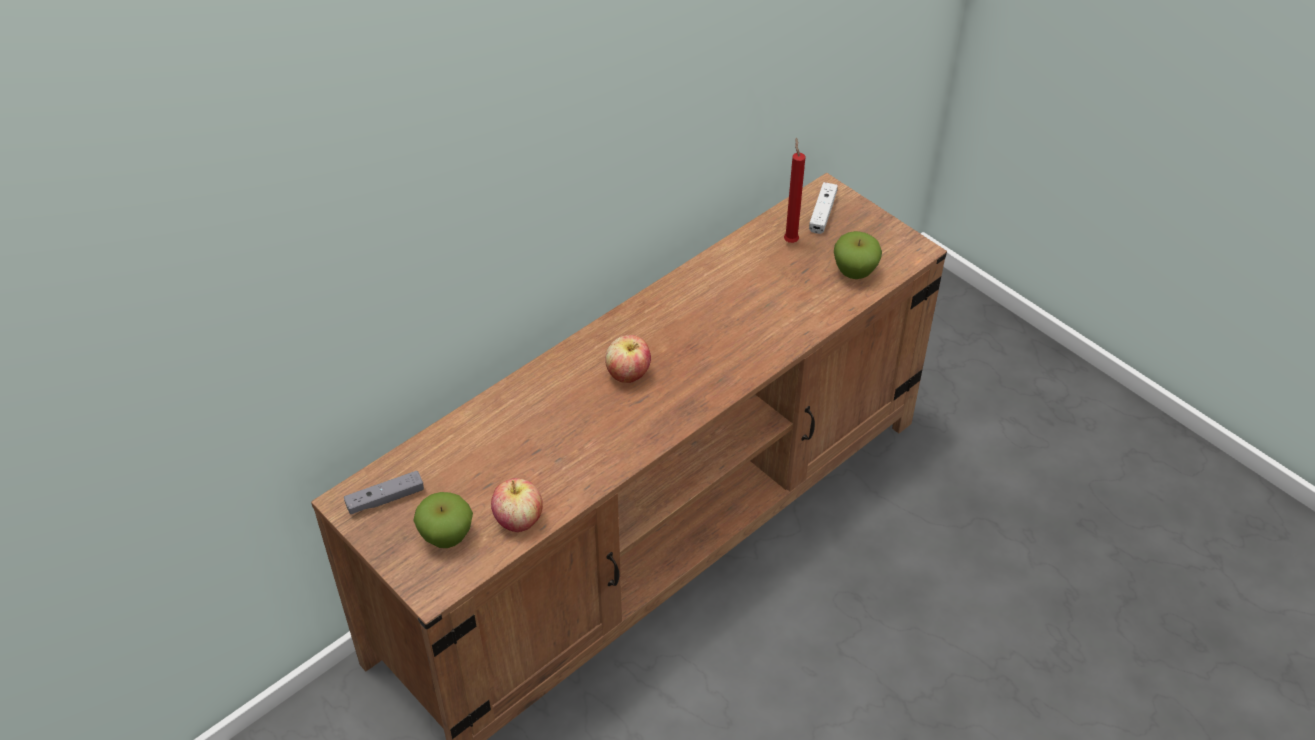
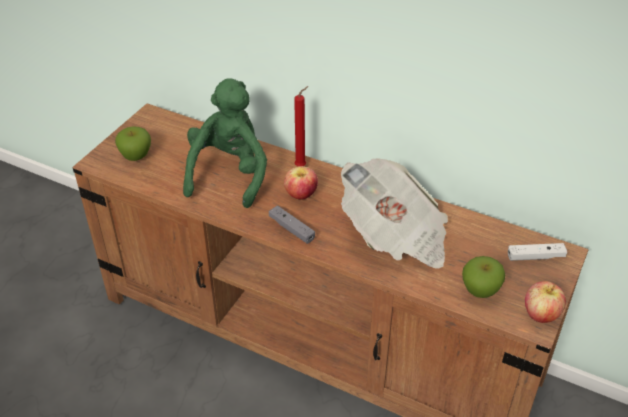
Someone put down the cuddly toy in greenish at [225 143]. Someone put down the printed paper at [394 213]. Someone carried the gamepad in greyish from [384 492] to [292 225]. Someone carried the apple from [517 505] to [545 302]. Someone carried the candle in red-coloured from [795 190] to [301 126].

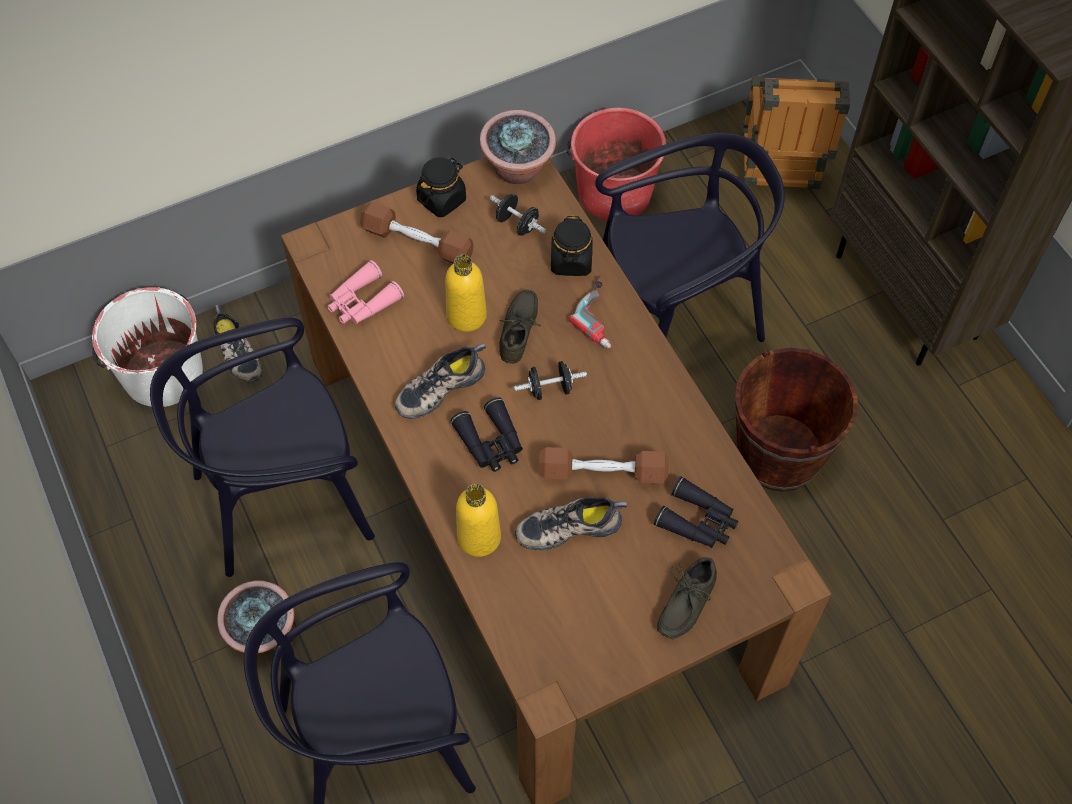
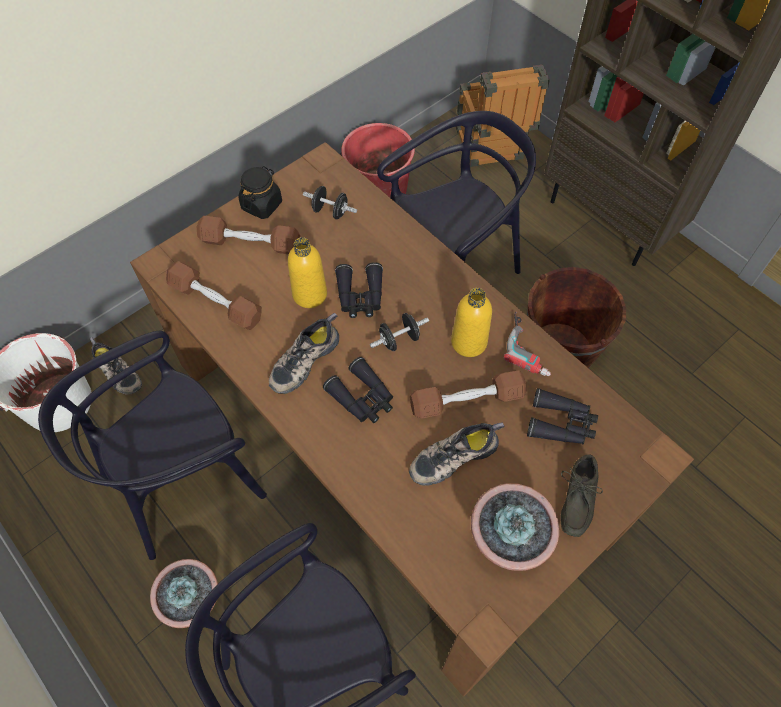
Someone took away the jar in blackish at [572 246]. Someone carried the drink bottle in yellowish from [478 520] to [471 322]. Someone carried the houseplant from [517 147] to [515 527]. Someone carried the drill from [589 311] to [527 343]. Someone swapped the field glasses in pinkish at [365 292] for the hand weight in brown at [214 295]. Someone swapped the item of footwear in greyish at [520 327] for the field glasses in blackish at [359 290].

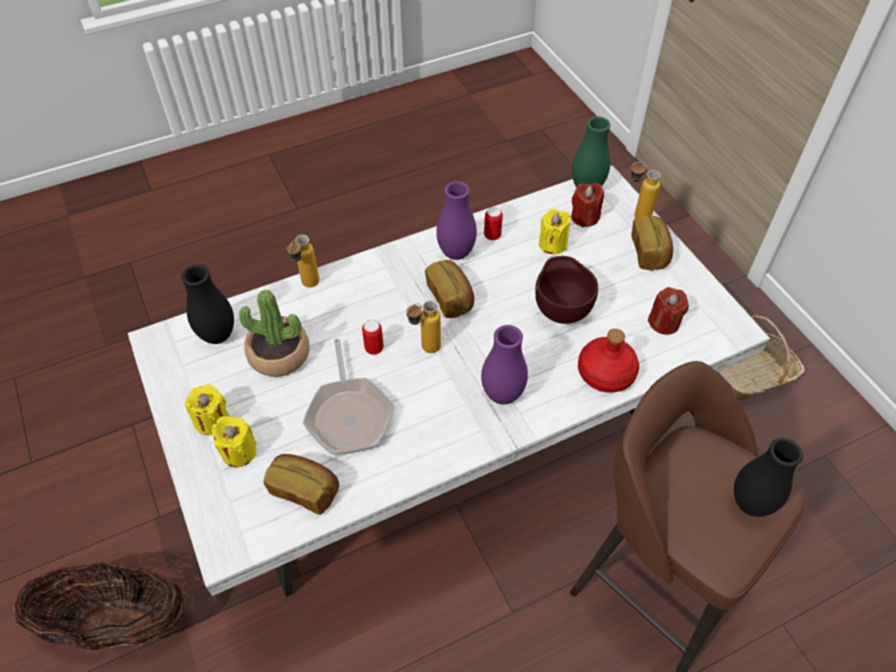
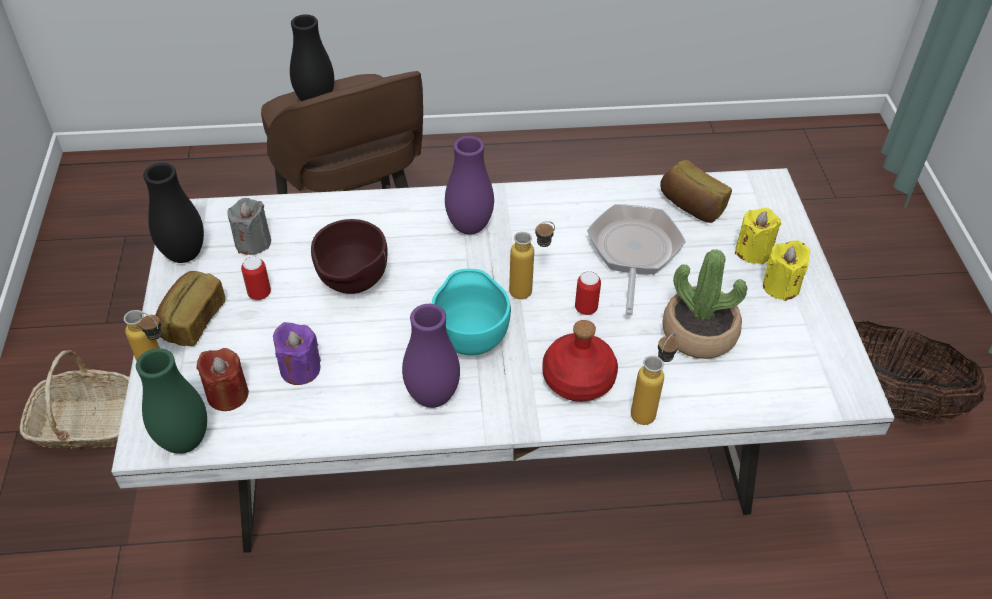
Someone carried the flower vase in blackish from [207 304] to [173 213]. Someone carried the can from [493 223] to [256 278]. Someone carried the drink bottle in red-coloured from [608 361] to [580 361]. Someone swapped the bread at [449 289] for the serving bowl in turquoise at [471 312]. Someone repainted the candle in yellowish at [555 231], which became the candle in purple-coloured at [297 353]. Someone repainted the candle in red-coloured at [668 311], which became the candle in greyish at [249 226].

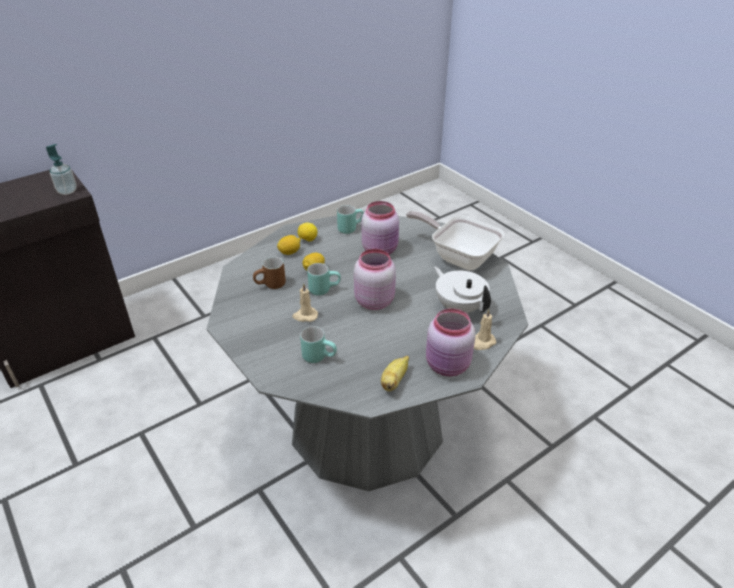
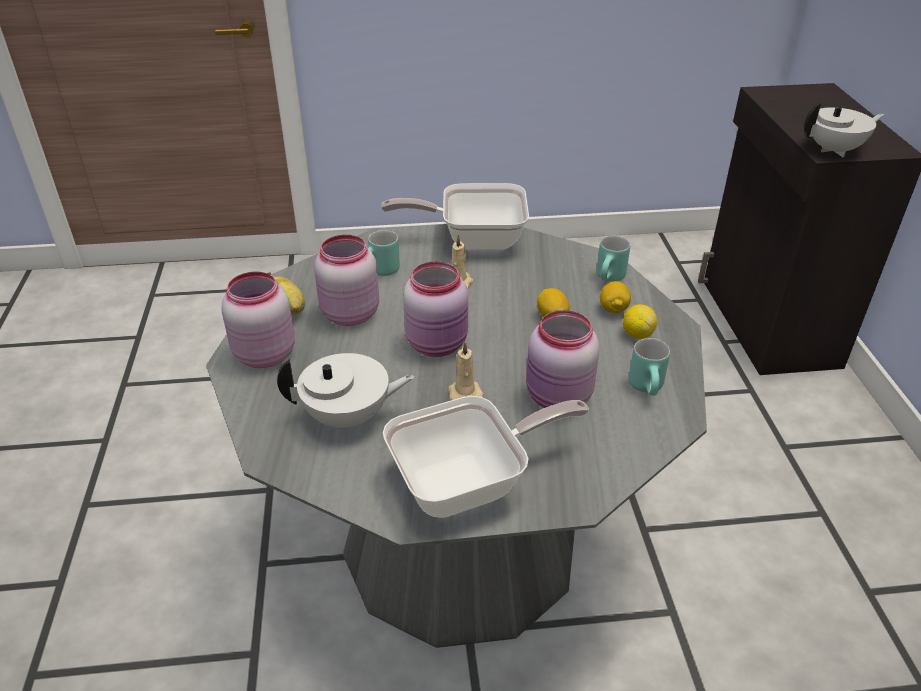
Someone took away the mug in brown at [269 273]. Someone put down the jar in pinkish at [346 280]. Someone put down the frying pan at [455 216]. Someone carried the mug in turquoise from [324 279] to [613 259]. Someone carried the candle in beige-coloured from [485 329] to [465 371]. Someone swapped the liquid soap bottle at [61 169] for the tea pot in white at [844 129].

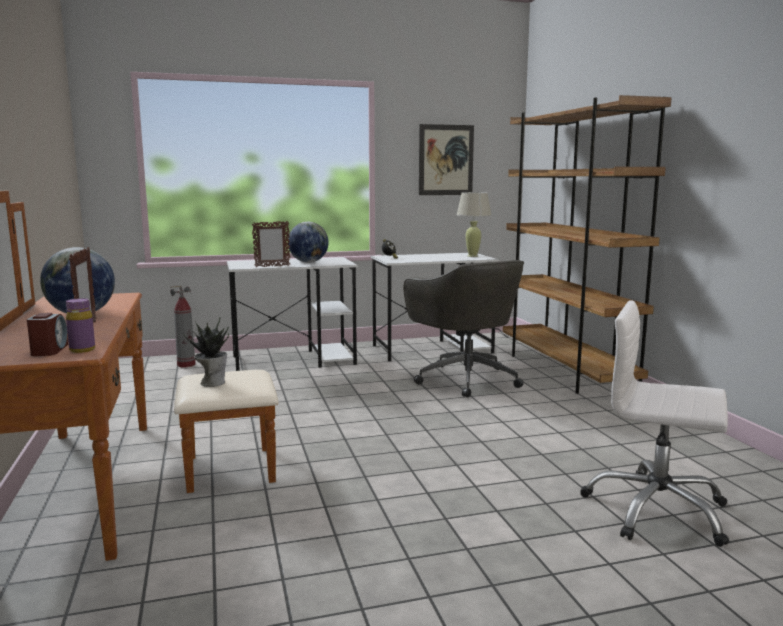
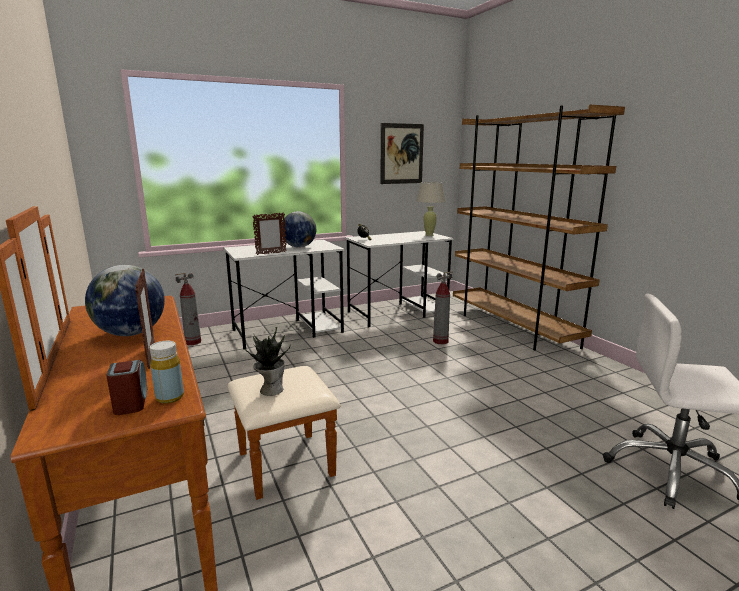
Someone swapped the computer chair in greyish at [463 329] for the extinguisher at [442 307]. Someone repainted the drink bottle in purple-coloured at [80 325], which became the drink bottle in yellowish at [167 372].

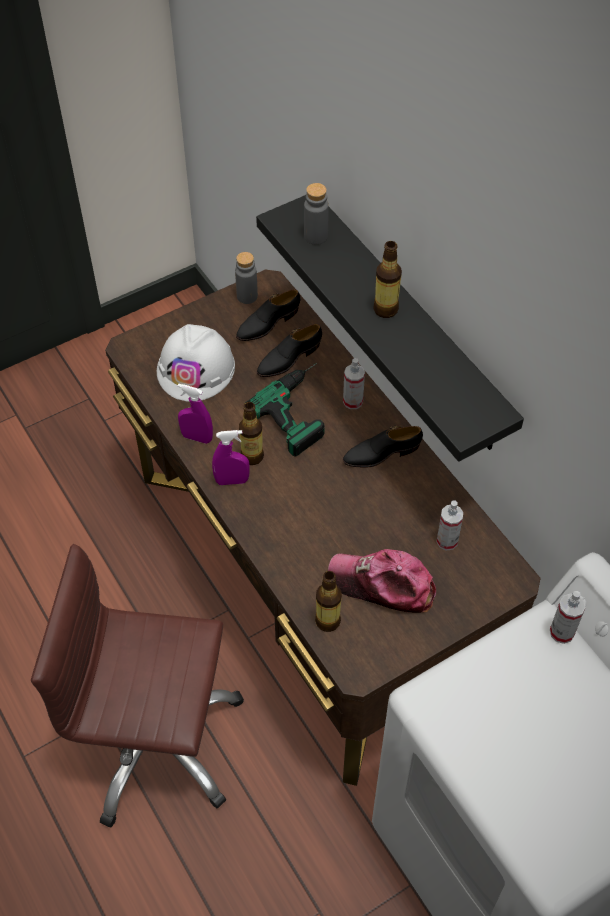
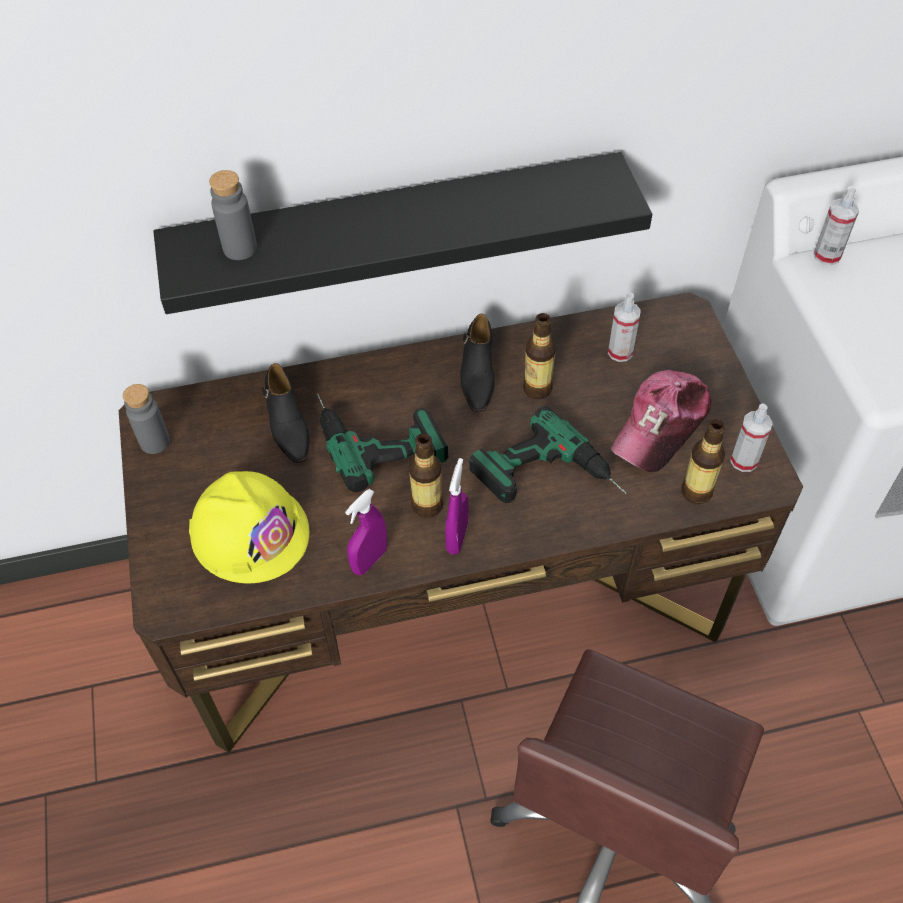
Someone took away the item of footwear in blackish at [268 315]. Someone put down the drill at [547 454]. Someone carried the hand sprayer from [354 383] to [751 438]. Someone carried the drink bottle from [387 279] to [539 356]. Someone repainted the work helmet in white at [196 363], which became the work helmet in yellowish at [249 527].

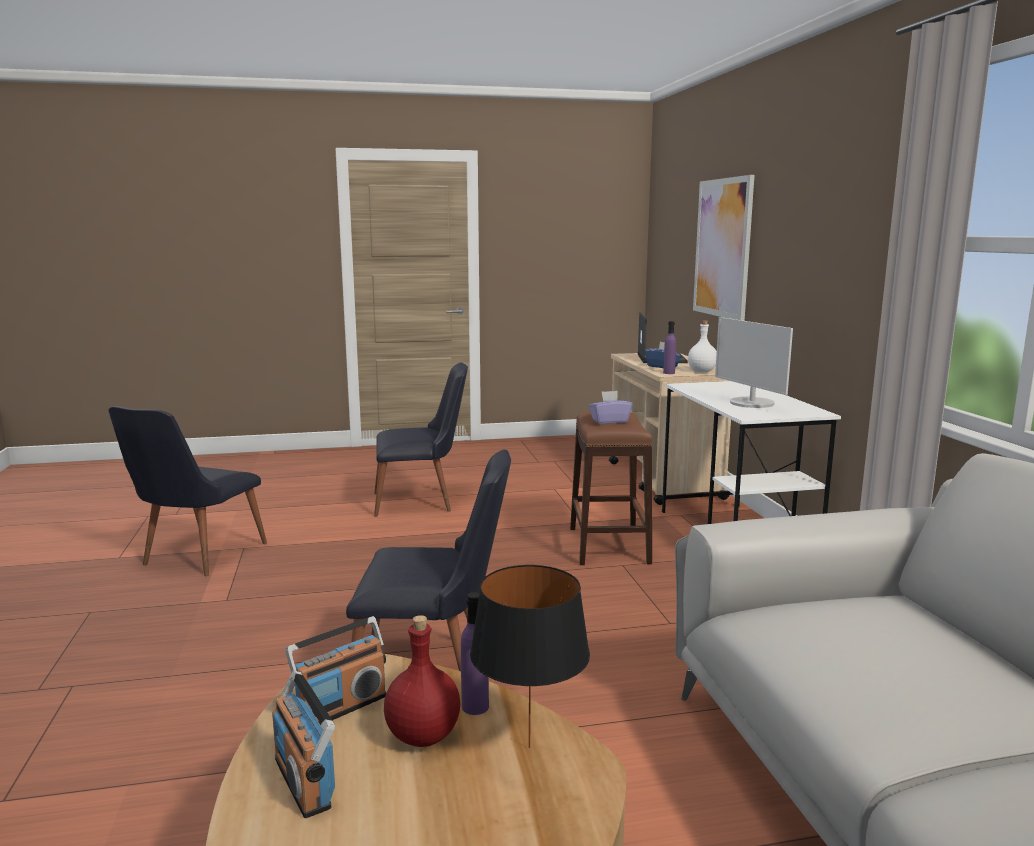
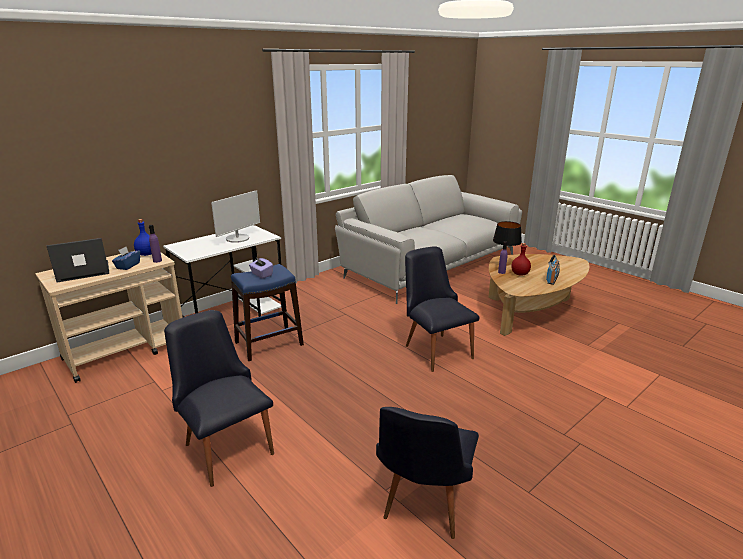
Someone took away the radio receiver at [335 670]. Someone took away the picture at [724 248]. Someone repainted the stool seat in brown at [611 488], which became the stool seat in blue-coloured at [267 312]. Someone repainted the drink bottle in white at [702 346], which became the drink bottle in blue-coloured at [143 237]. Someone rotated the chair in blackish at [187 491] by 120 degrees clockwise.

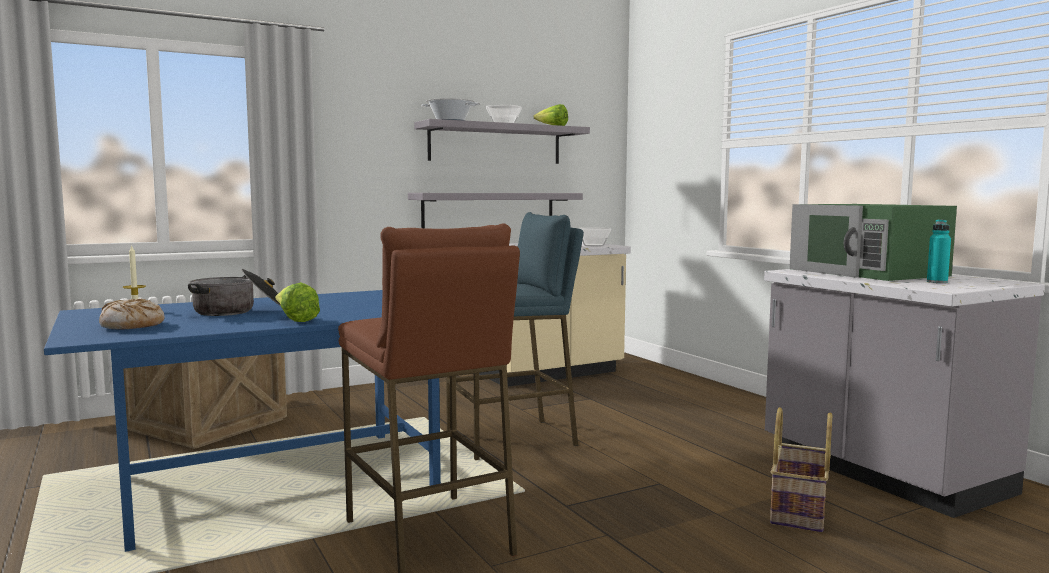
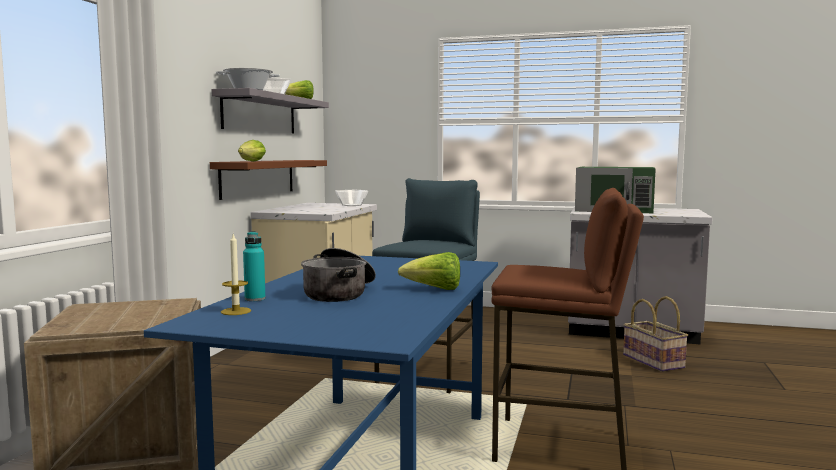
Someone took away the bread at [131 314]. Someone put down the head of lettuce at [252 150]. Someone carried the drink bottle in turquoise from [939 251] to [254 266]. Someone repainted the shelf in greyish at [495 210], which became the shelf in brown at [268 180].

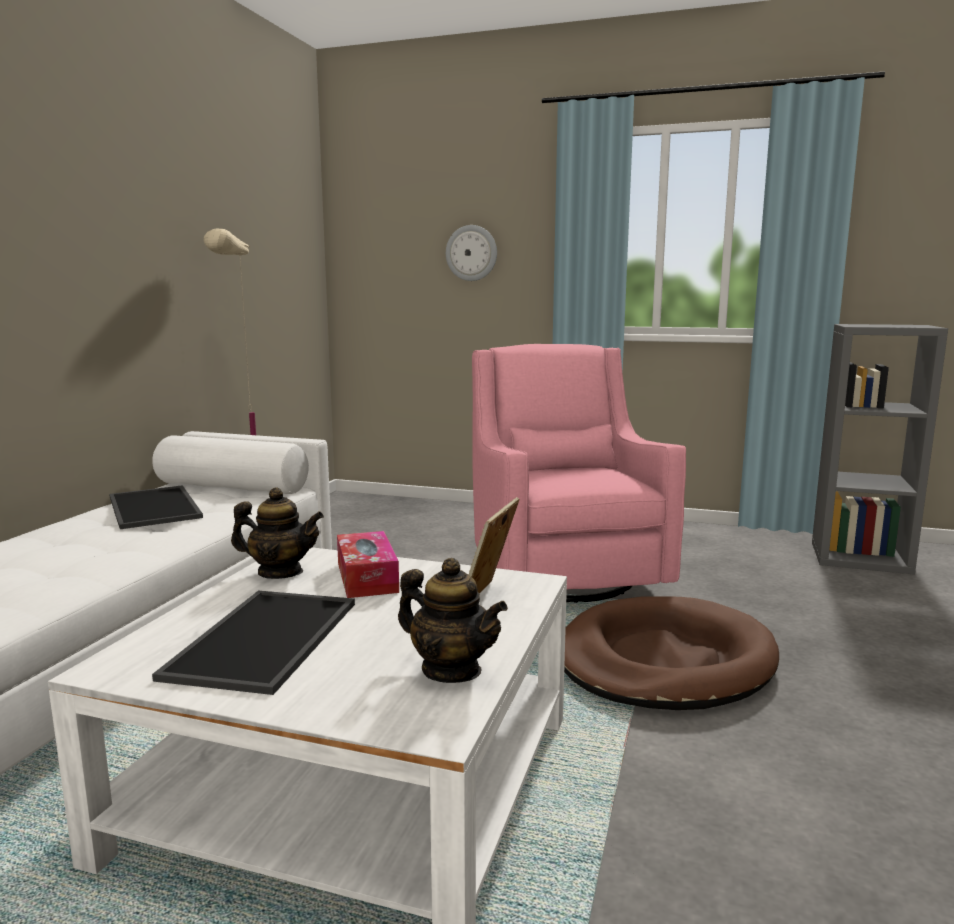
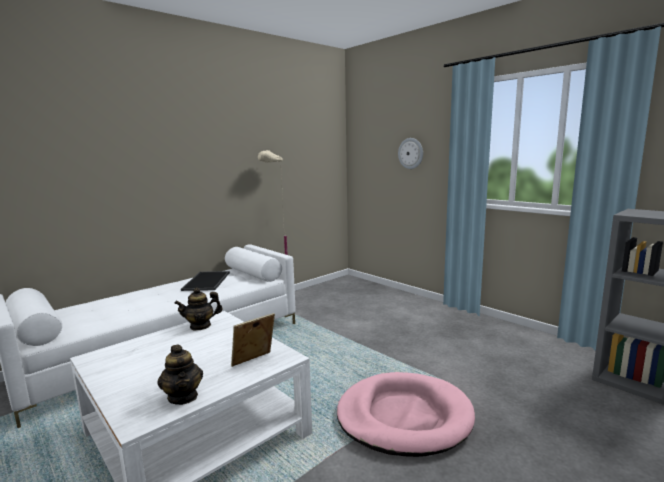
Someone took away the tray at [253 643]. Someone took away the tissue holder at [368 564]. Someone took away the lounge chair in pinkish at [579 473]. Someone repainted the pet bed in brown at [671 653], which became the pet bed in pinkish at [406 414]. Someone rotated the tea pot at [277 533] by 120 degrees clockwise.

